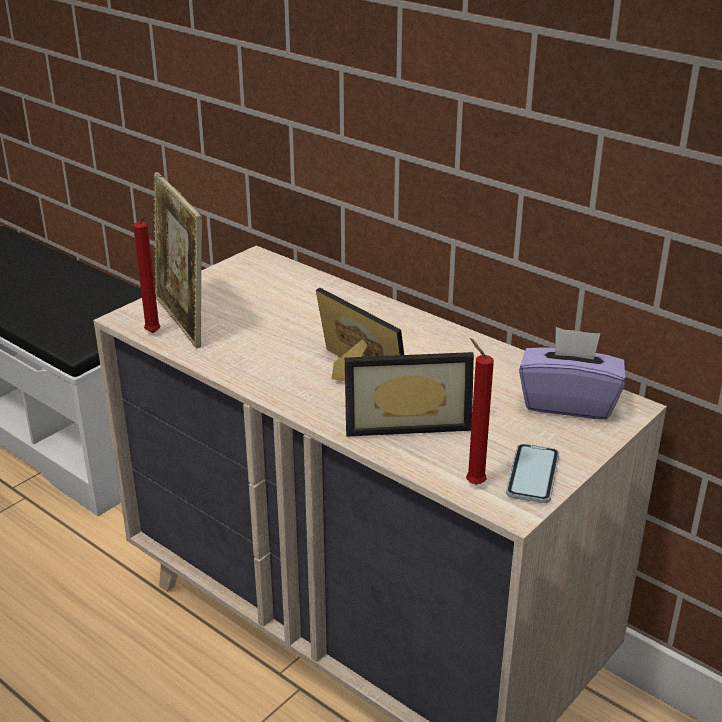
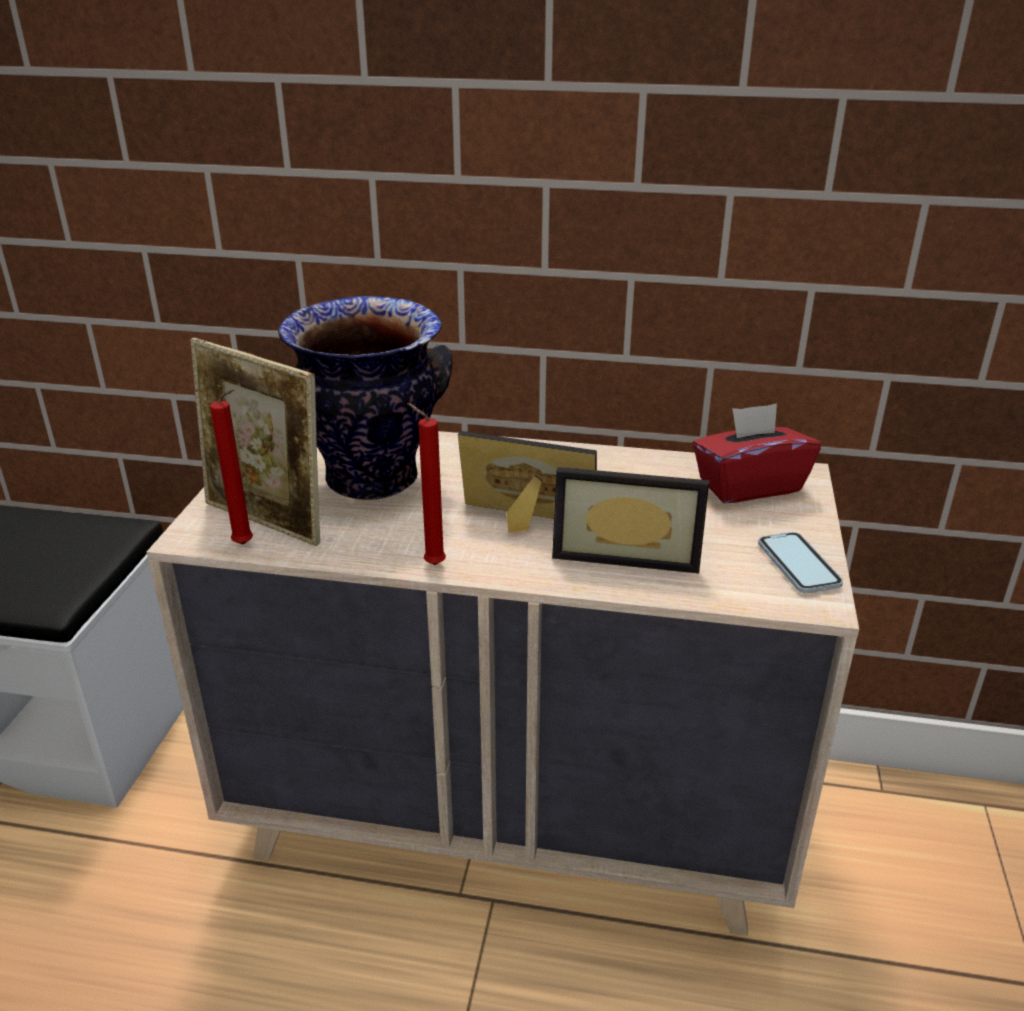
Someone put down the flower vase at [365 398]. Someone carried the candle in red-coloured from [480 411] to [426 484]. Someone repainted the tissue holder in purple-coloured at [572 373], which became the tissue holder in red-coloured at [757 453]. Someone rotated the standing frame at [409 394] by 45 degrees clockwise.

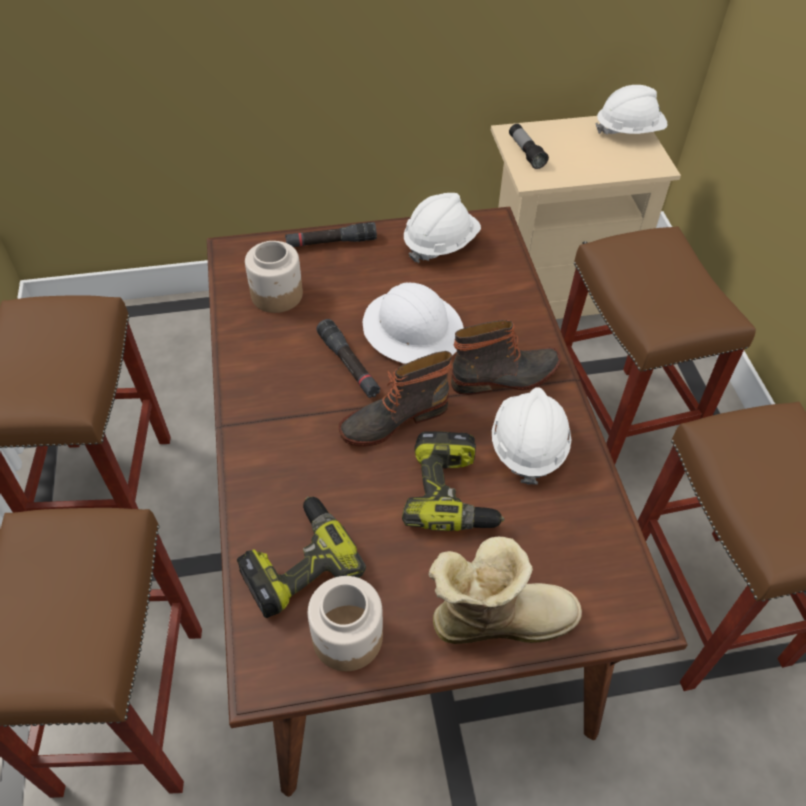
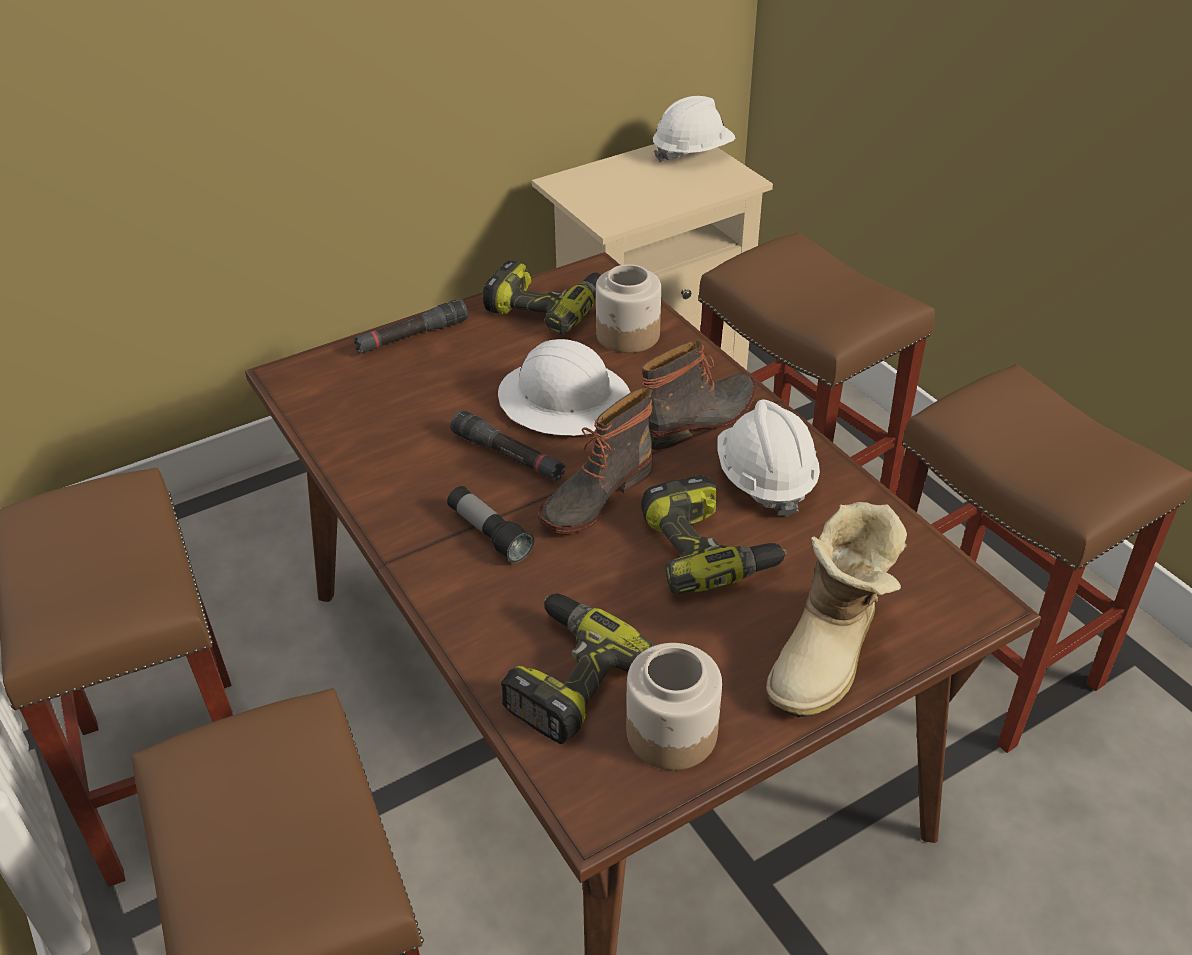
Someone carried the jar from [274 277] to [628 308]. Someone carried the flashlight from [529 146] to [490 524]. Someone swapped the work helmet in white at [442 228] for the drill at [542 298]. Someone rotated the boot at [505 590] by 150 degrees clockwise.

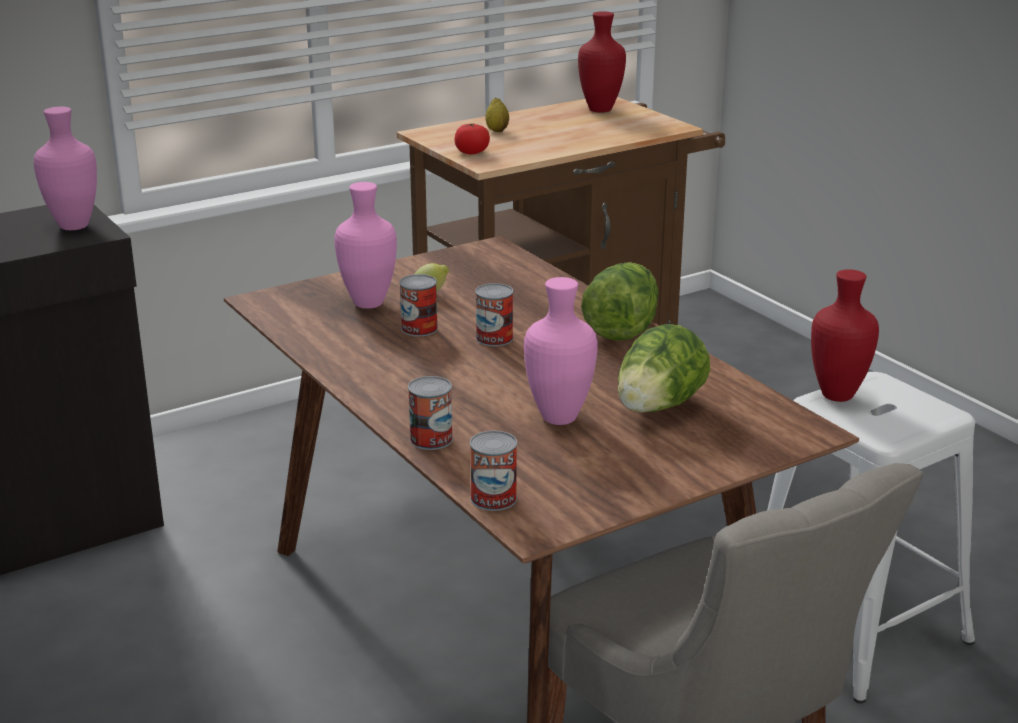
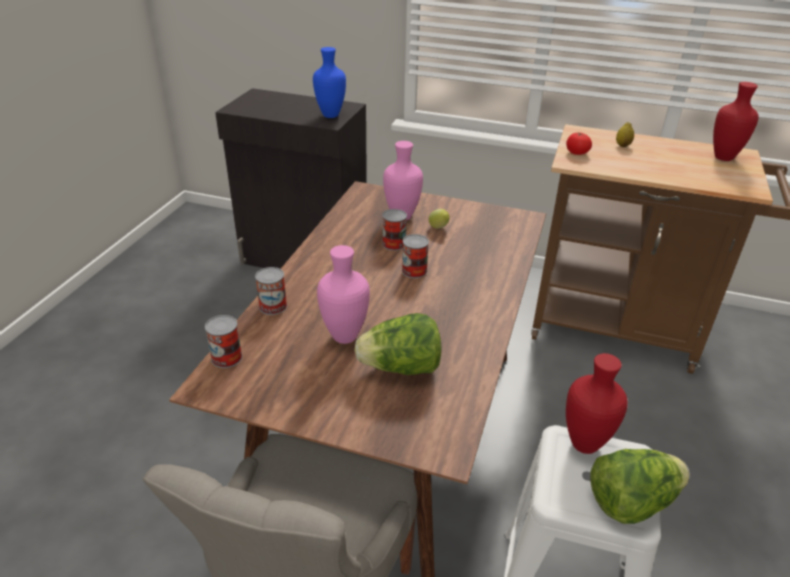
Someone carried the head of lettuce from [620 301] to [639 486]. Someone repainted the flower vase in pinkish at [65 168], which became the flower vase in blue-coloured at [329 82].

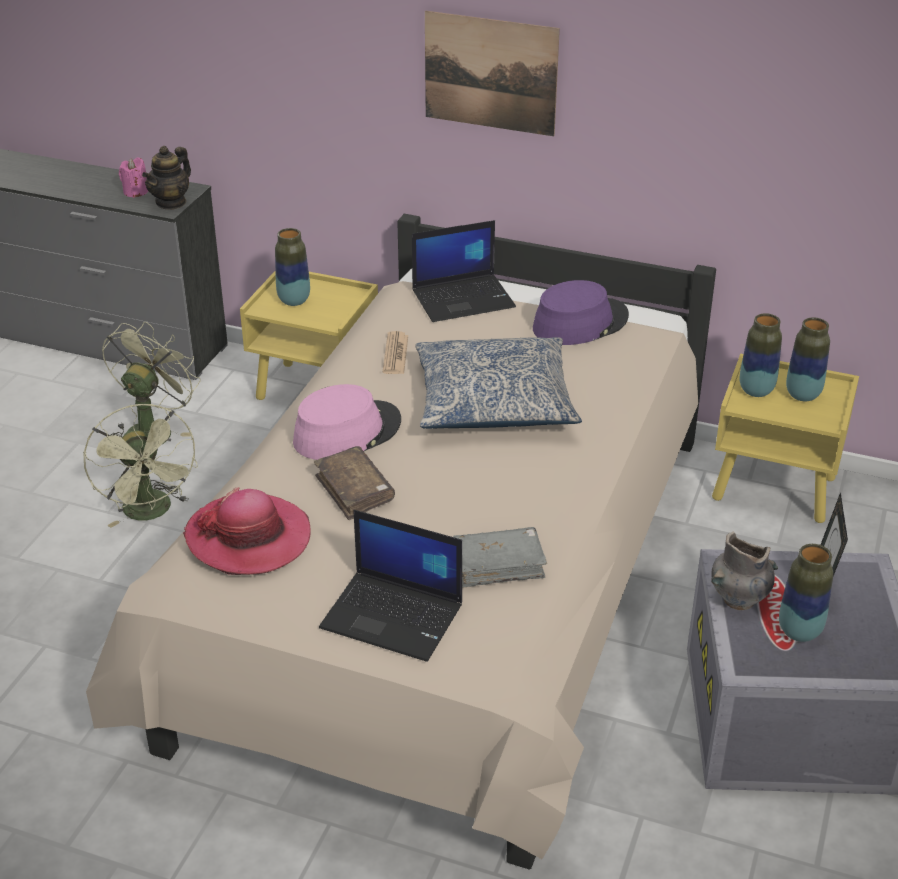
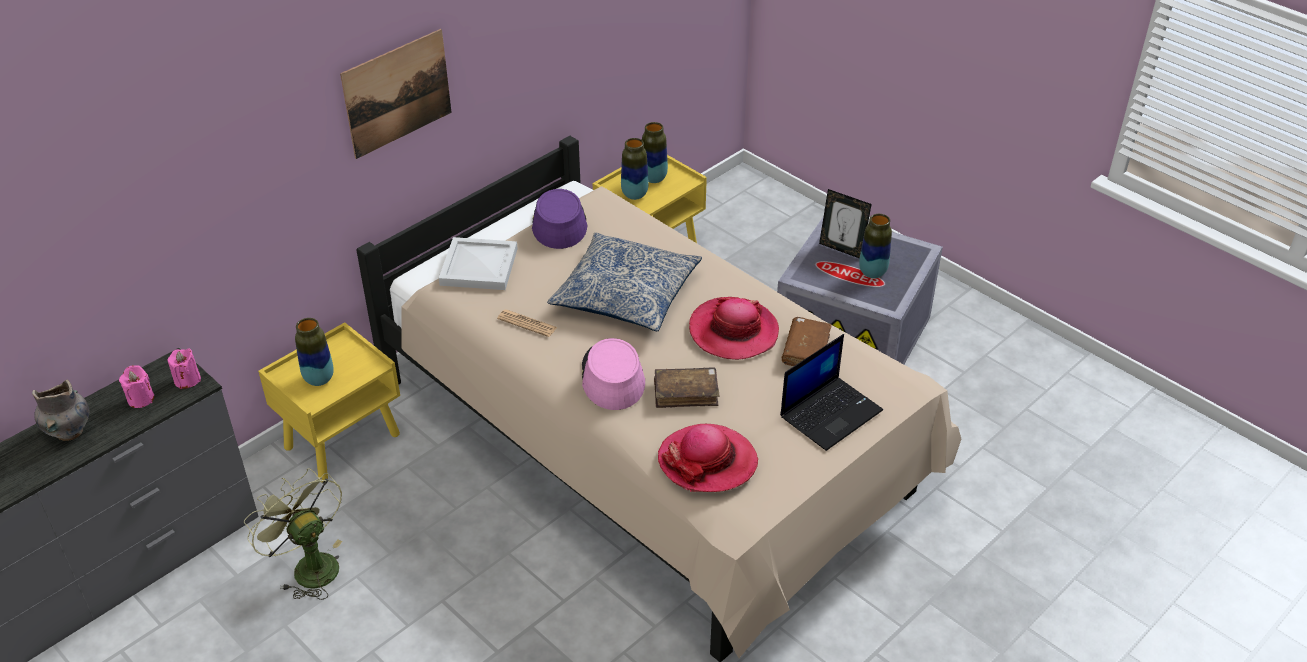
Someone took away the fan in greenish at [141 466]. Someone put down the clothing hat at [734 328]. Someone carried the flower vase in greyish from [744 570] to [61 410]. Someone swapped the tea pot at [166 178] for the candle in pinkish at [184 368]. Someone swapped the portable computer at [464 271] for the tray in white at [478 263]. Someone repainted the bound book in greyish at [500 557], which became the bound book in brown at [807 341].

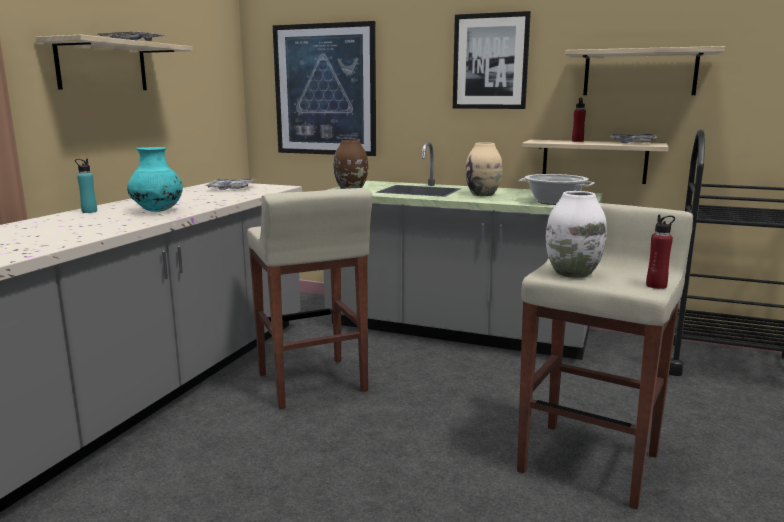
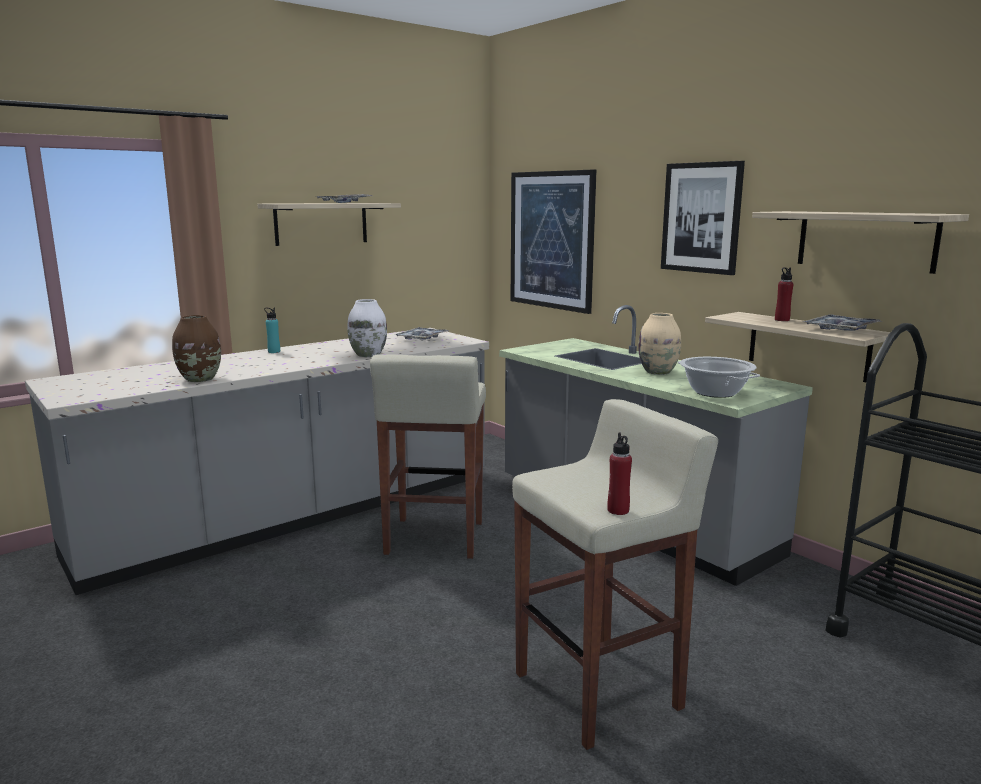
Someone took away the flower vase in turquoise at [155 179]. Someone carried the flower vase in brown from [351 164] to [196 348]. Someone carried the flower vase in white from [576 234] to [367 328].

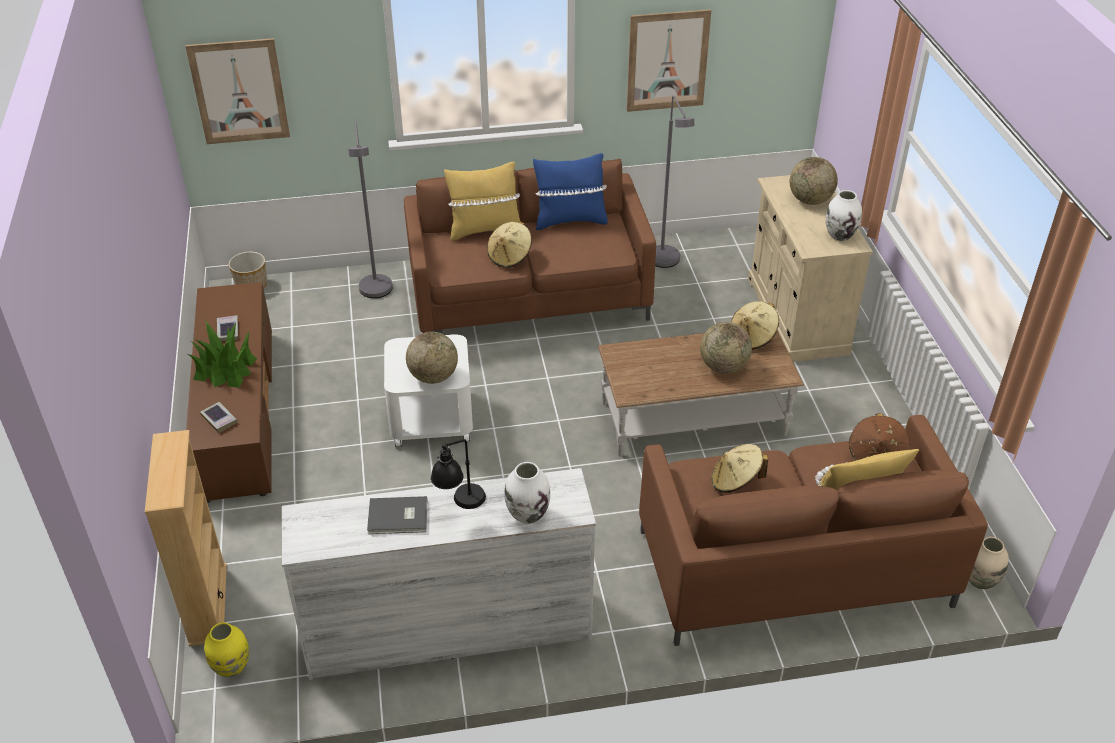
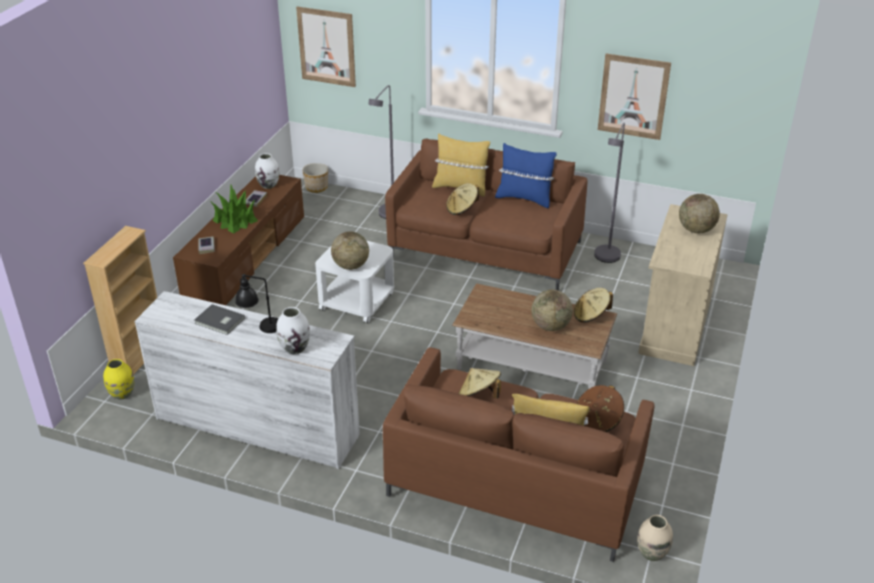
Someone carried the flower vase in white from [844 215] to [267 171].

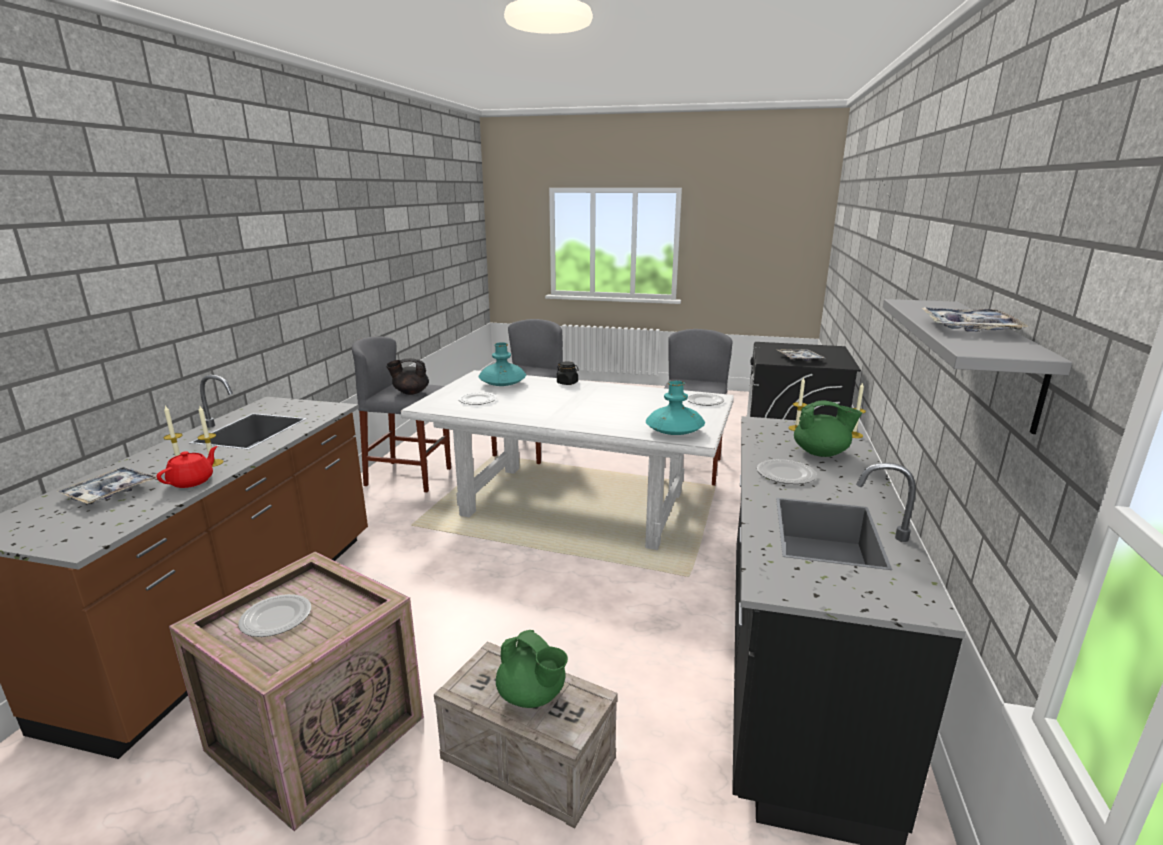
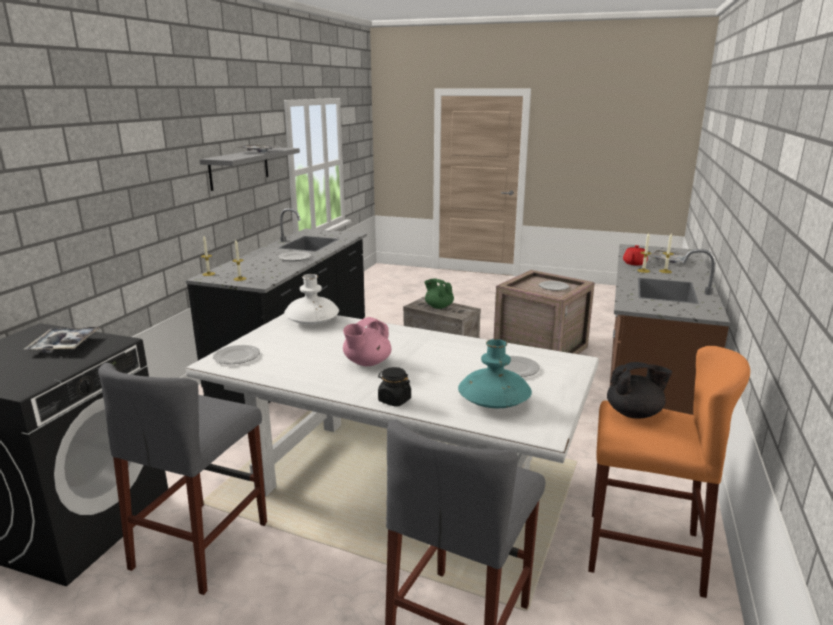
Someone took away the tea pot in greenish at [828 429]. Someone put down the tea pot in pinkish at [367 341]. Someone repainted the stool seat in greyish at [401 414], which became the stool seat in orangey at [669 472]. Someone repainted the flower vase in turquoise at [675 408], which became the flower vase in white at [311 299].

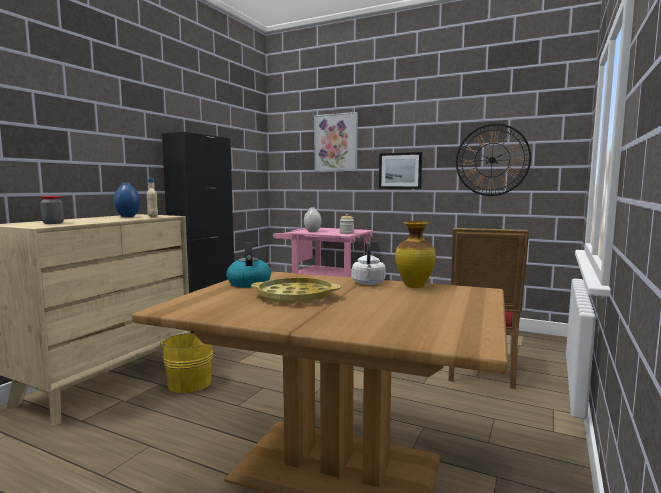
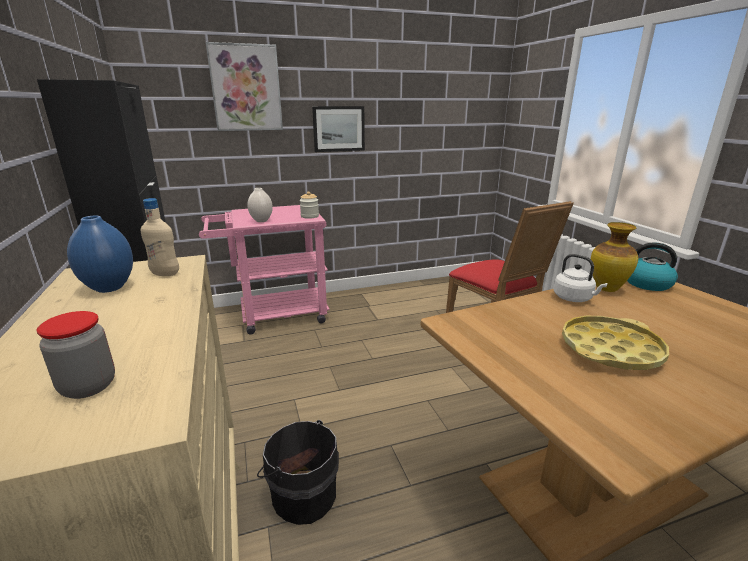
Someone took away the wall clock at [493 160]. Someone carried the water kettle from [248 265] to [652 266]. Someone repainted the bucket in yellowish at [186 363], which became the bucket in blackish at [298 472].

